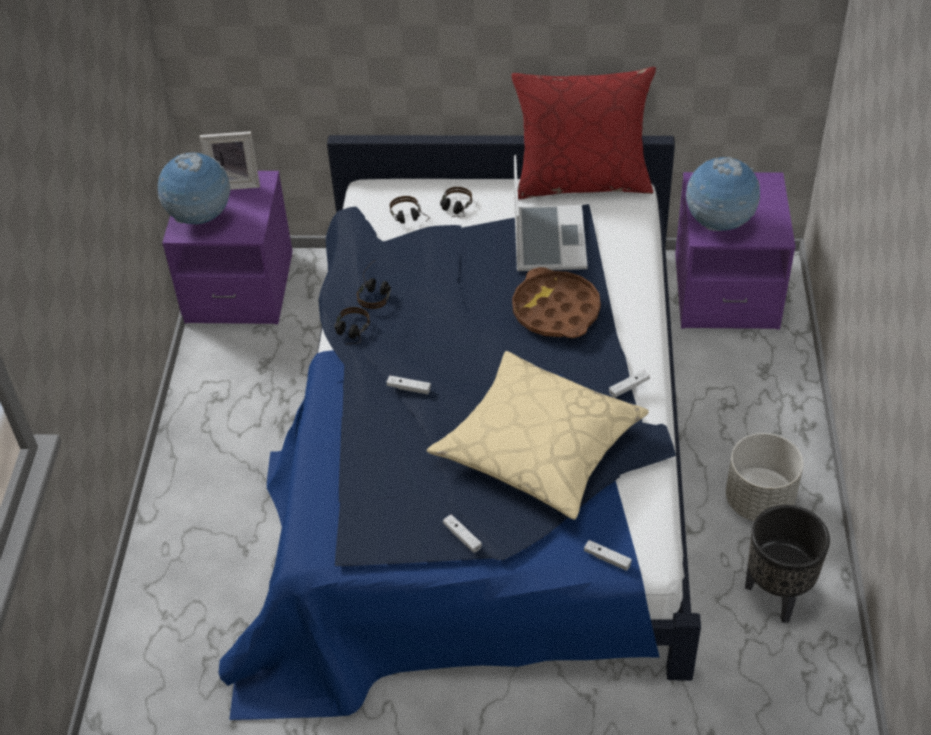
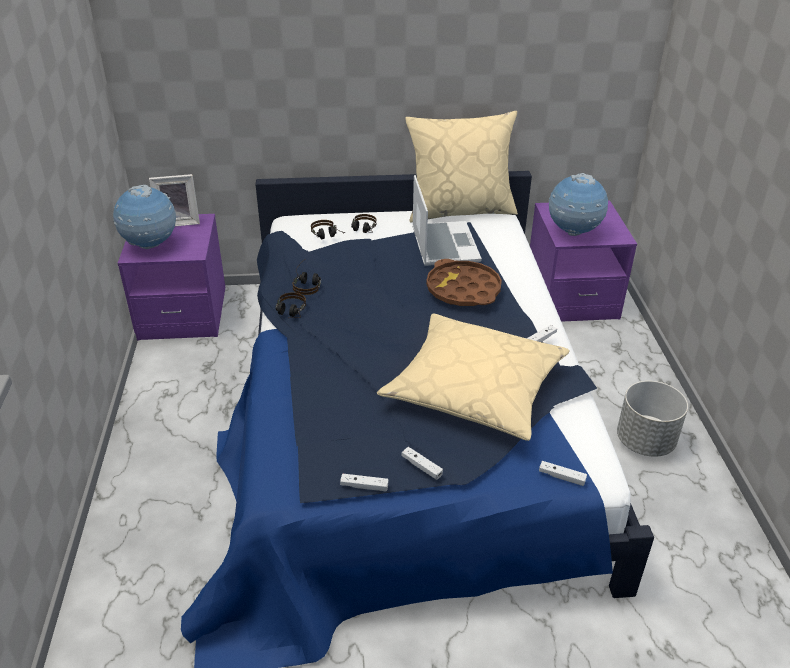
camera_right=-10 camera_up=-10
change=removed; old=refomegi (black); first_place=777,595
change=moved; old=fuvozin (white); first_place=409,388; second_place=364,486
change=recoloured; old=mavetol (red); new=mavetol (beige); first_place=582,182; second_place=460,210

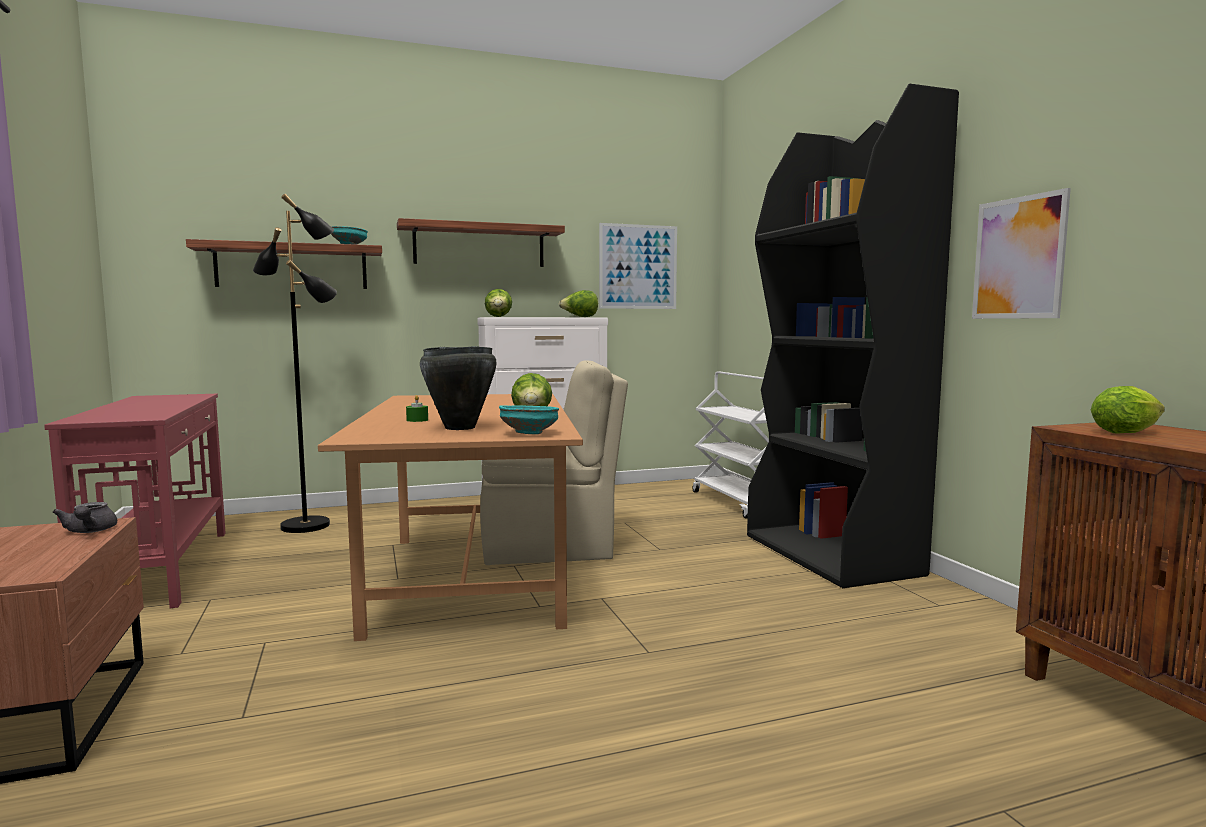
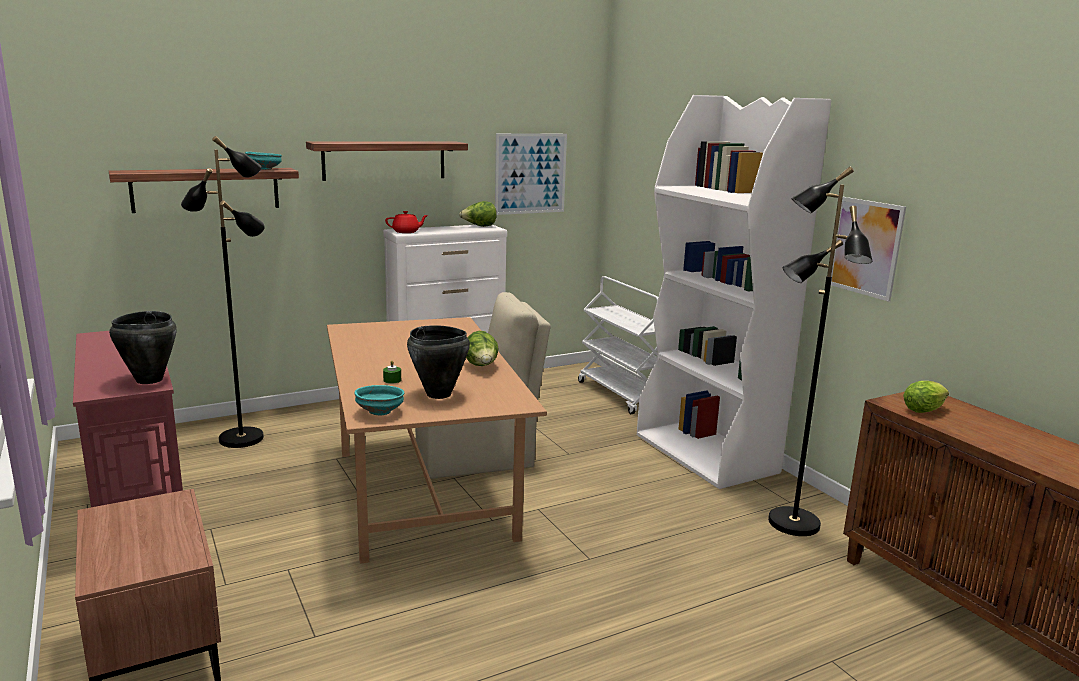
camera_right=-10 camera_up=10
change=removed; old=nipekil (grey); first_place=89,531
change=added; new=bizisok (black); second_place=148,380
change=added; new=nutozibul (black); second_place=792,523
change=moved; old=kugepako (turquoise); first_place=530,433; second_place=380,412
change=replaced; old=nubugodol; new=nipekil (red); first_place=498,316; second_place=406,232
change=recoloured; old=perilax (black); new=perilax (white); first_place=832,555; second_place=707,454

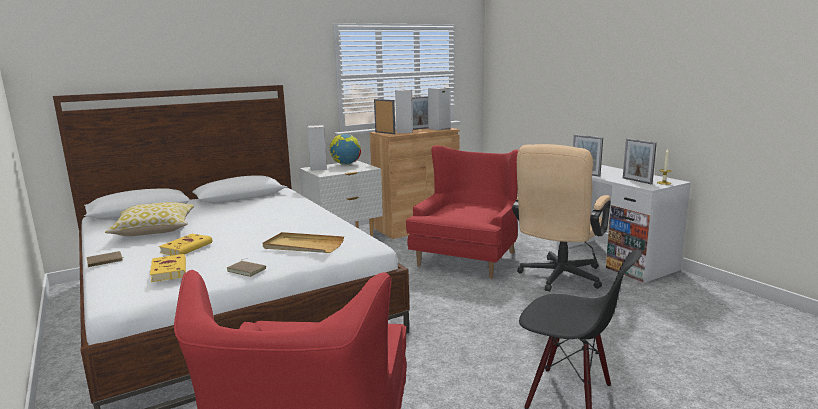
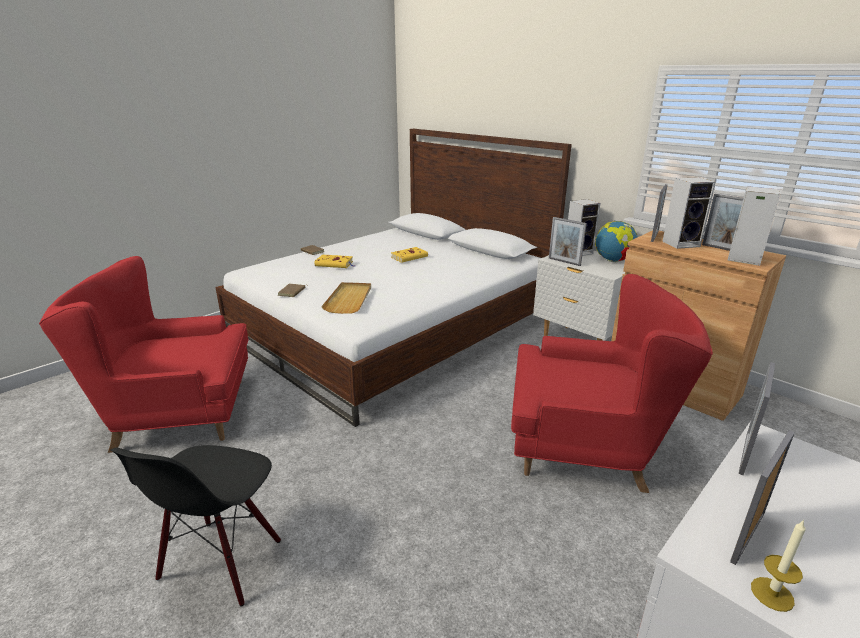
camera_right=75 camera_up=10
change=removed; old=mavetol; first_place=155,230
change=removed; old=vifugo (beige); first_place=558,278
change=added; new=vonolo; second_place=564,262
change=moved; old=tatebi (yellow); first_place=168,270; second_place=410,257

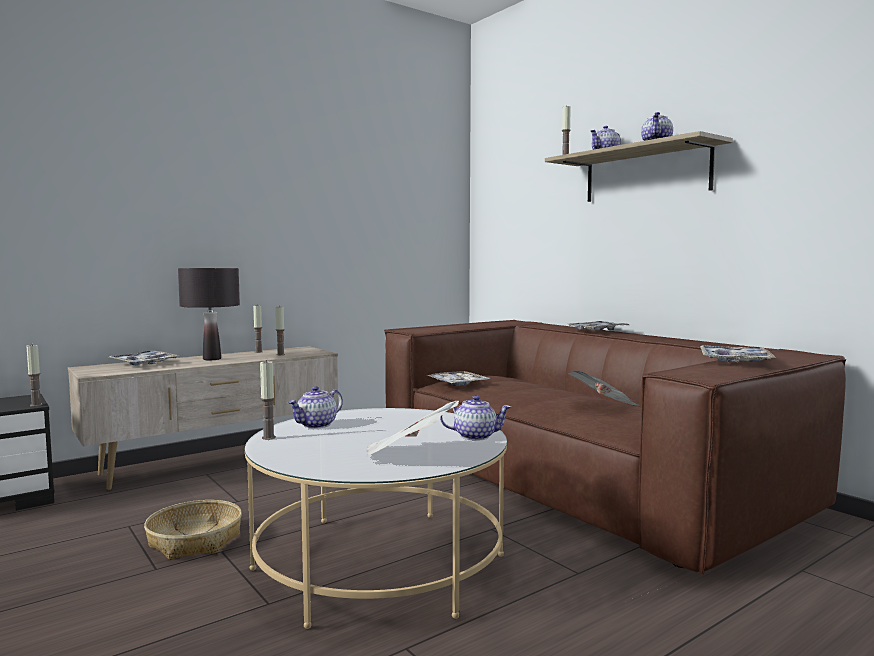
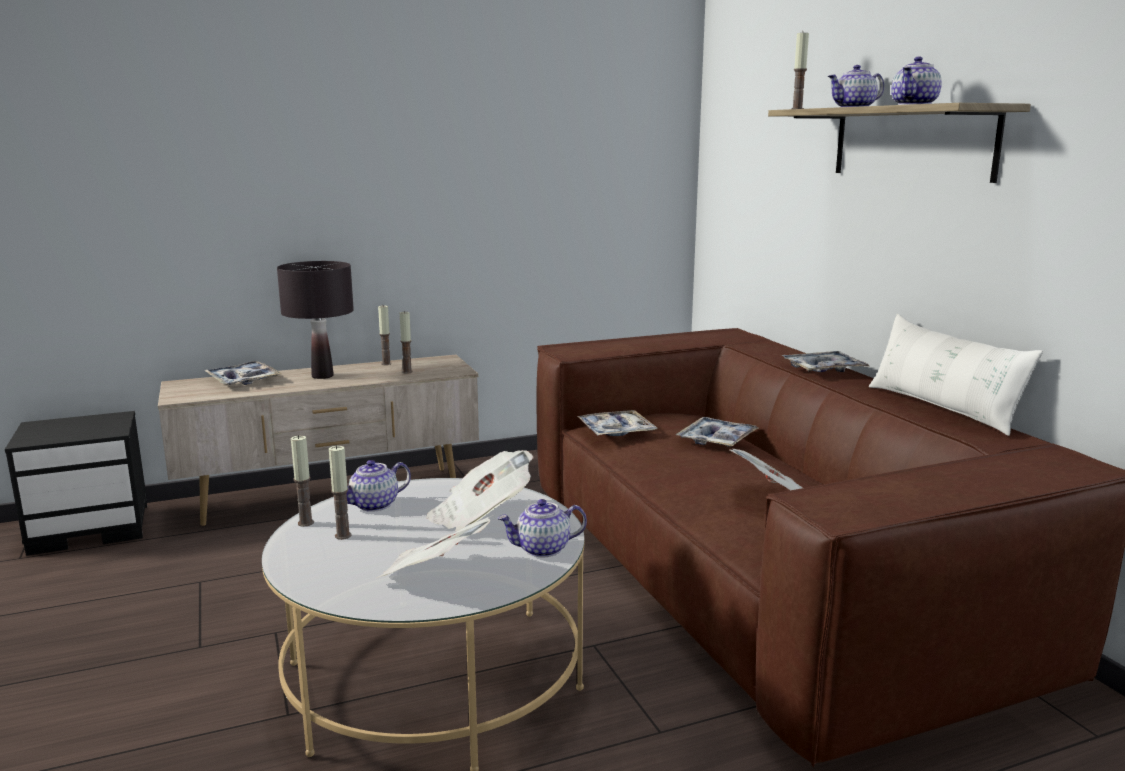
camera_right=15 camera_up=10
change=removed; old=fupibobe; first_place=195,540
change=added; new=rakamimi; second_place=480,516
change=added; new=mavetol (white); second_place=941,408
change=moved; old=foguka; first_place=36,405; second_place=343,536
change=moved; old=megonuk; first_place=734,361; second_place=717,440
change=turned; old=nipekil; first_place=475,436; second_place=542,549; degrees=150

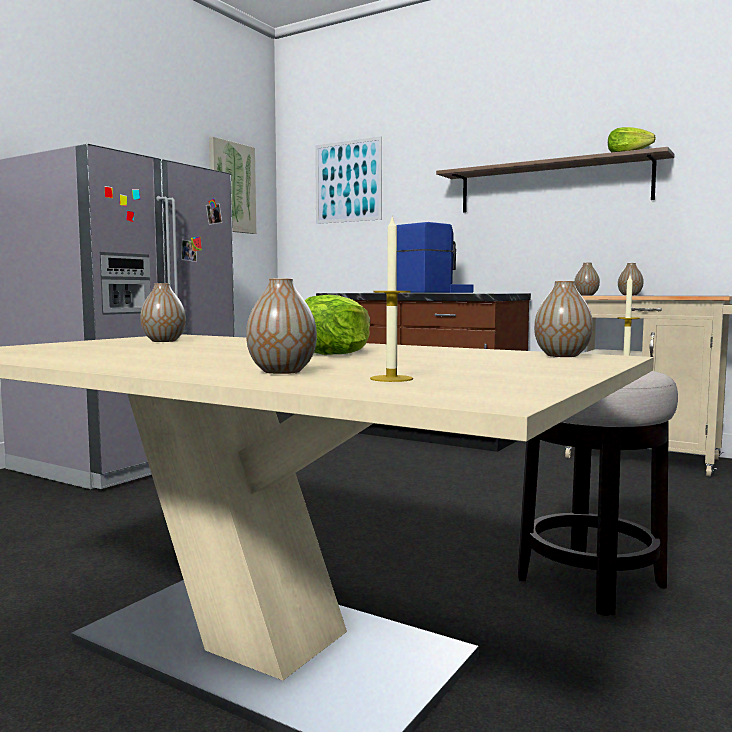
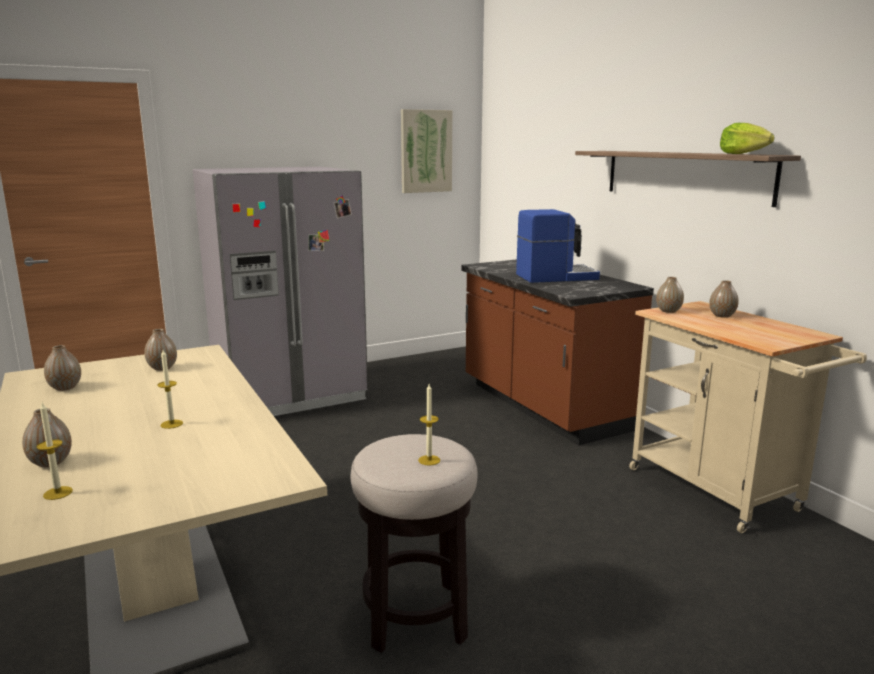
camera_right=30 camera_up=10
change=removed; old=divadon; first_place=348,181
change=moved; old=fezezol; first_place=562,356; second_place=65,388
change=replaced; old=nubugodol; new=foguka; first_place=335,353; second_place=171,424

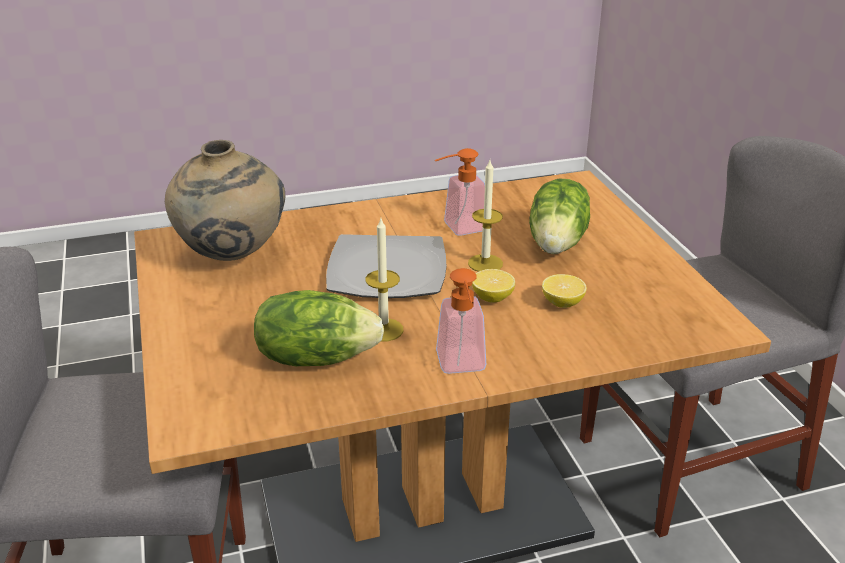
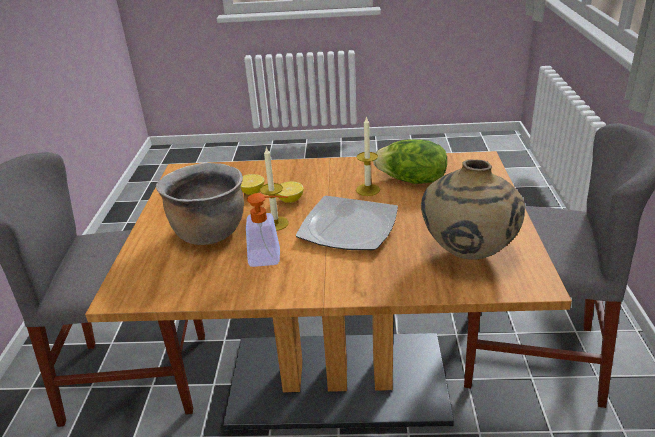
camera_right=-160 camera_up=0
change=removed; old=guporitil; first_place=462,367
change=replaced; old=nubugodol; new=bizisok (brown); first_place=558,243; second_place=209,232

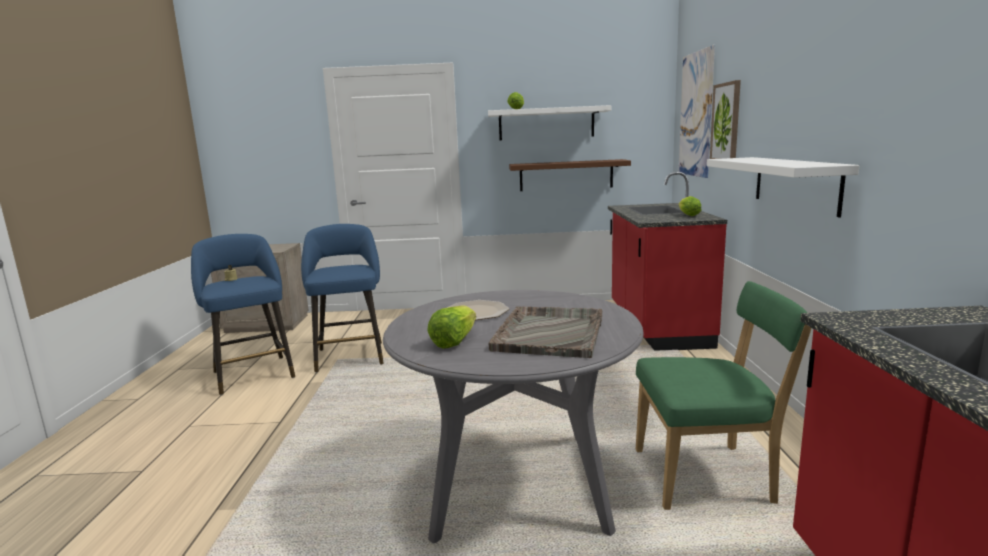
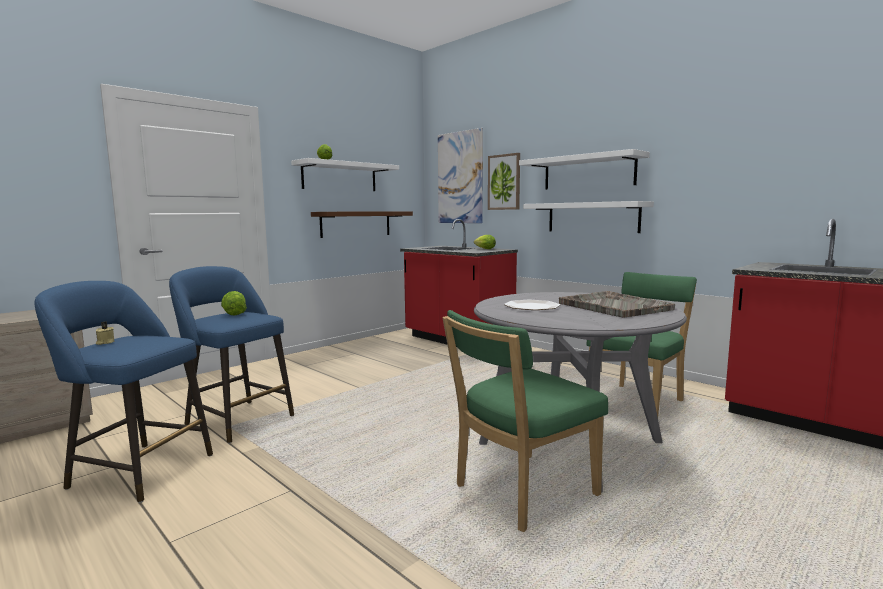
camera_right=-45 camera_up=-5
change=added; new=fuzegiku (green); second_place=520,492
change=added; new=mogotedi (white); second_place=588,172
change=moved; old=nubugodol; first_place=454,341; second_place=235,313

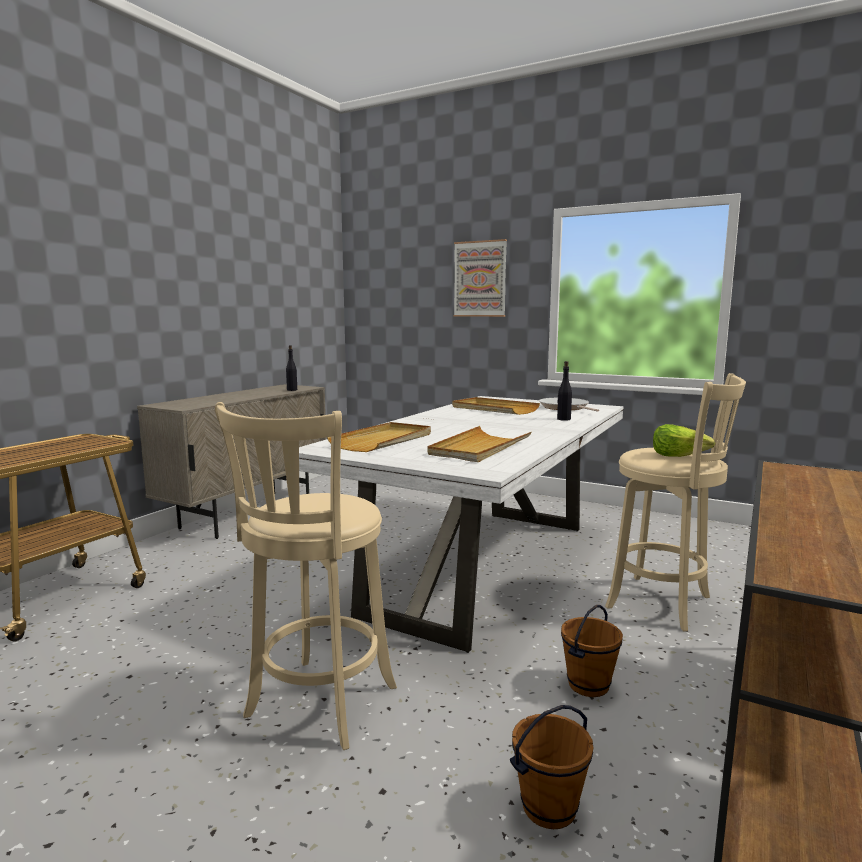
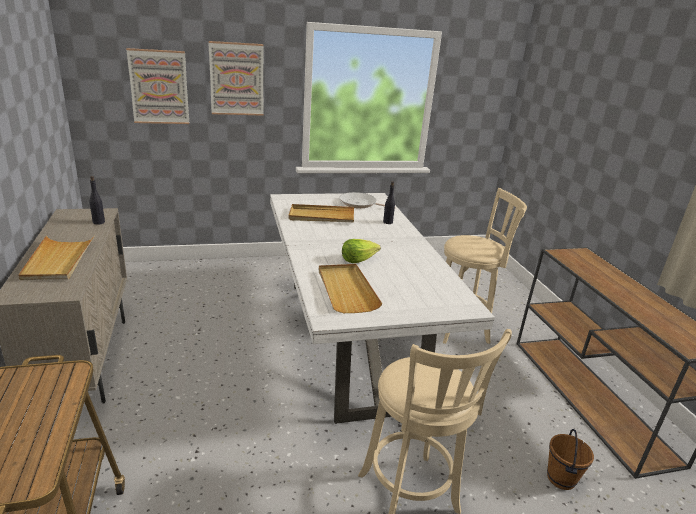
camera_right=-45 camera_up=15
change=removed; old=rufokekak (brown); first_place=589,685
change=added; new=divadon; second_place=159,87
change=moved; old=megonuk (beige); first_place=479,448; second_place=58,260
change=moved; old=nubugodol; first_place=678,456; second_place=358,259

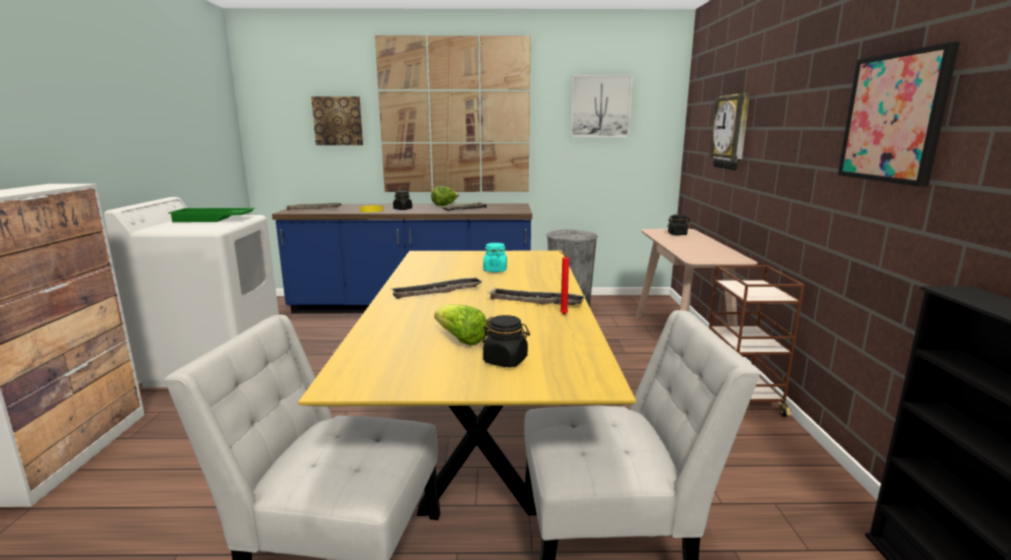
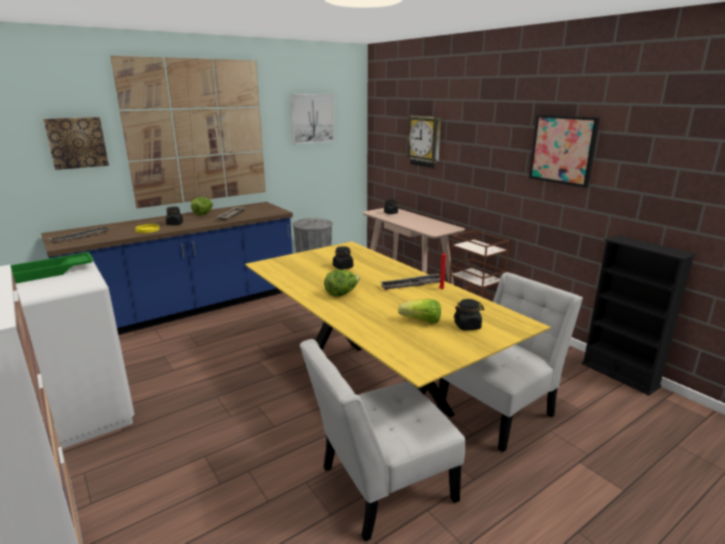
camera_right=-35 camera_up=5
change=replaced; old=megonuk; new=nubugodol; first_place=437,292; second_place=342,294
change=recoloured; old=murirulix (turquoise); new=murirulix (black); first_place=495,270; second_place=343,267

